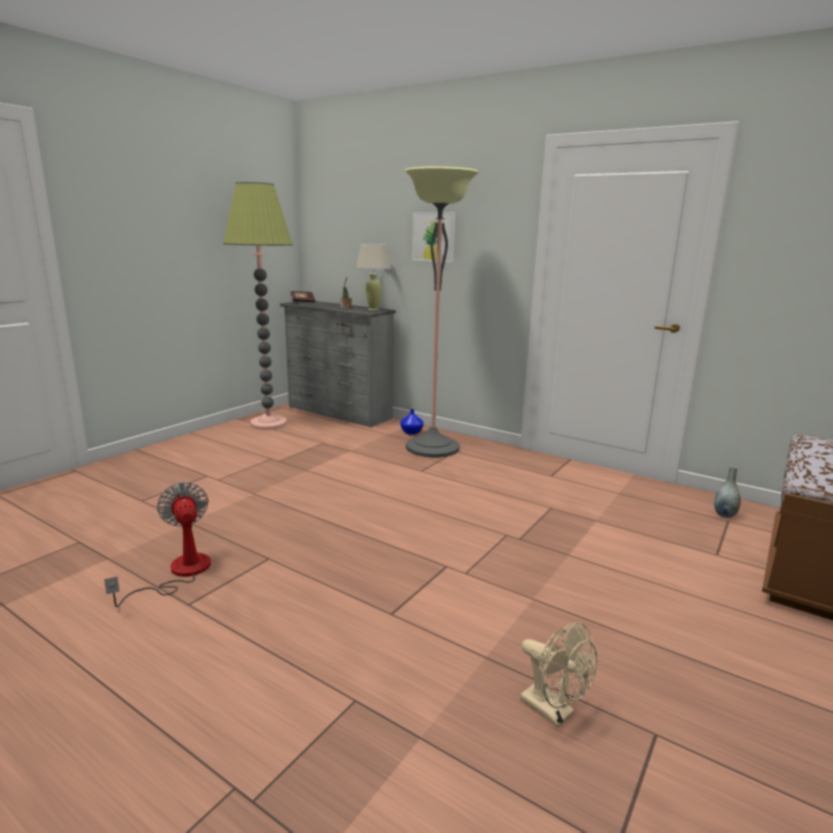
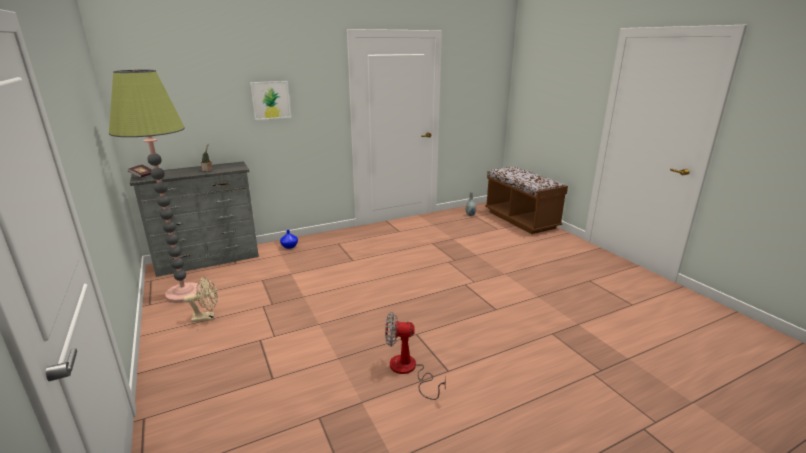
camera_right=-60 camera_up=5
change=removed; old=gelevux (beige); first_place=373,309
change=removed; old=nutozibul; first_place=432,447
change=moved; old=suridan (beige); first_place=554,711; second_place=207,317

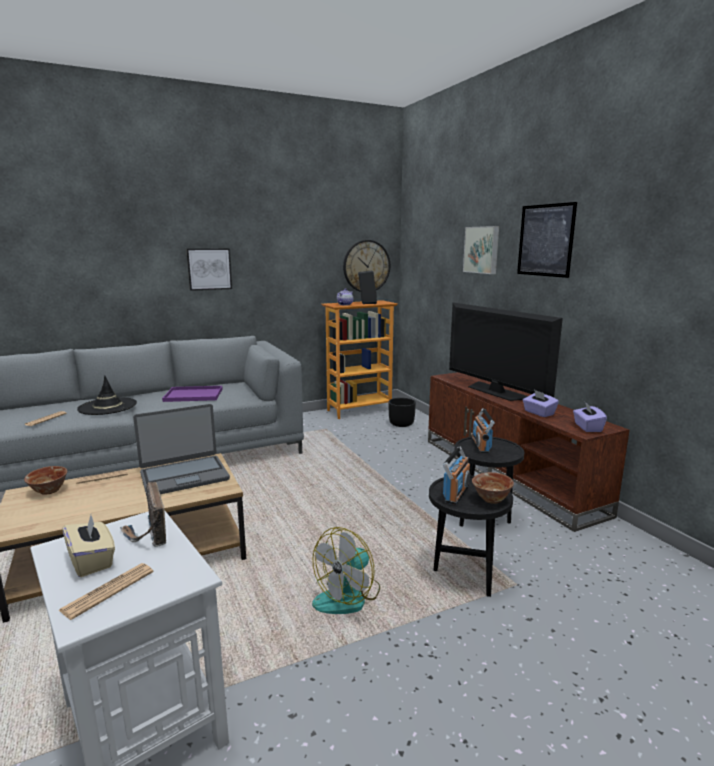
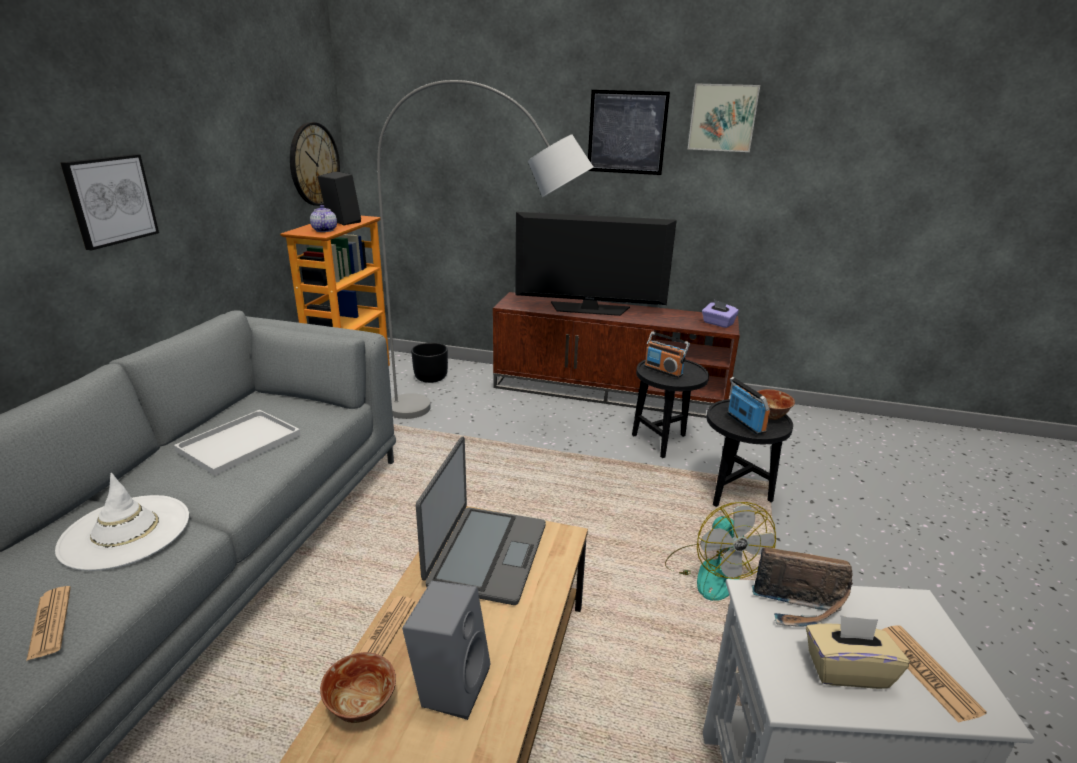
camera_right=-50 camera_up=10
change=removed; old=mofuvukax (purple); first_place=538,413
change=added; new=nutozibul (grey); second_place=486,418
change=added; new=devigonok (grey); second_place=450,684
change=moved; old=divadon; first_place=482,250; second_place=722,117
change=recoloured; old=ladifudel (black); new=ladifudel (white); first_place=107,406; second_place=125,532
change=recoloured; old=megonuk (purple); new=megonuk (white); first_place=195,395; second_place=241,441

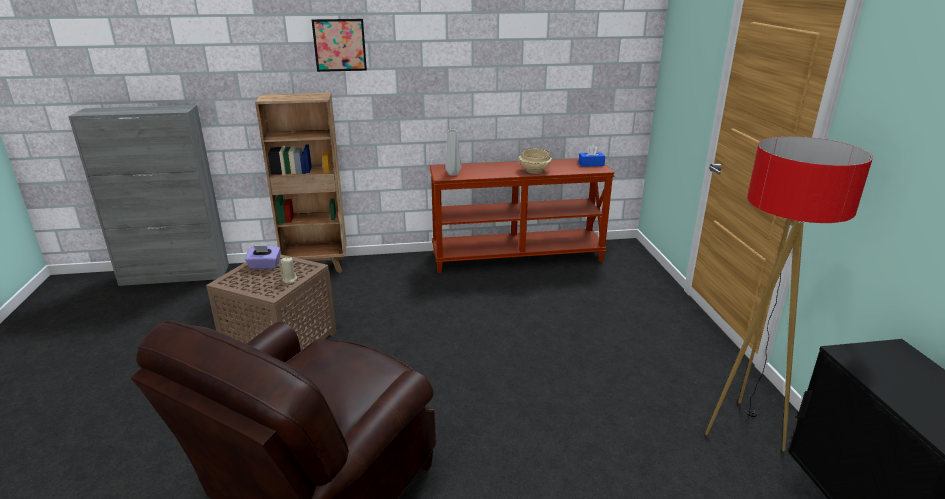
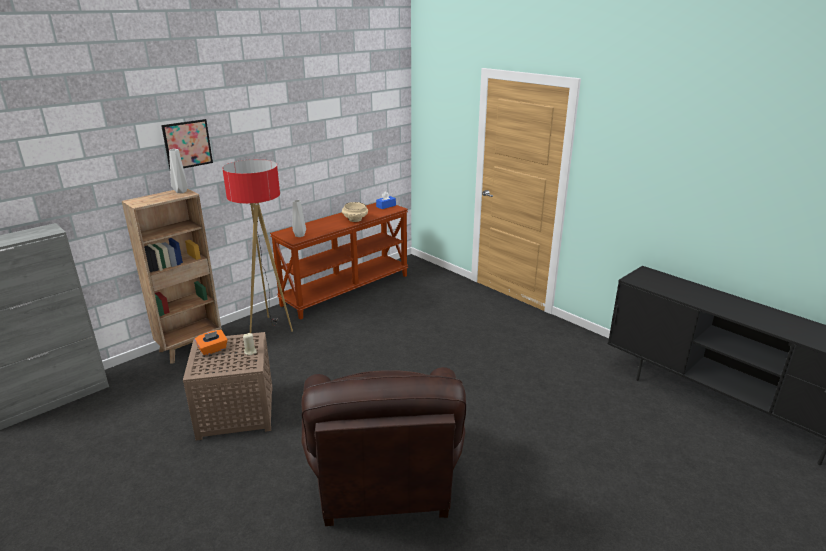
camera_right=-35 camera_up=0
change=added; new=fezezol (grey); second_place=181,192
change=moved; old=nutozibul; first_place=742,428; second_place=270,328
change=recoloured; old=mofuvukax (purple); new=mofuvukax (orange); first_place=264,266; second_place=213,349

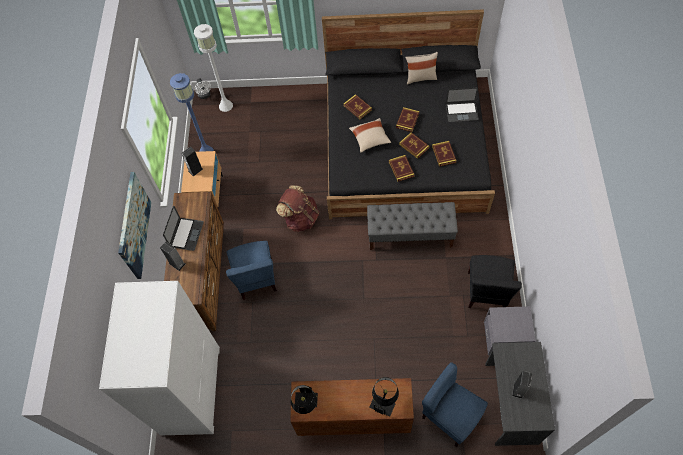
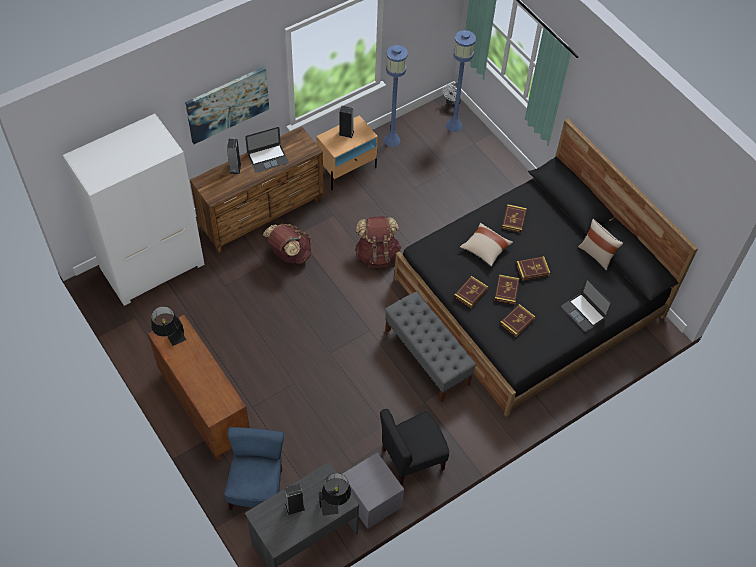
camera_right=50 camera_up=-5
change=moved; old=gelevux (black); first_place=384,400; second_place=334,502
change=replaced; old=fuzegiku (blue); new=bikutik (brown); first_place=256,278; second_place=289,254
change=recoloured; old=nutozibul (white); new=nutozibul (blue); first_place=226,105; second_place=454,125

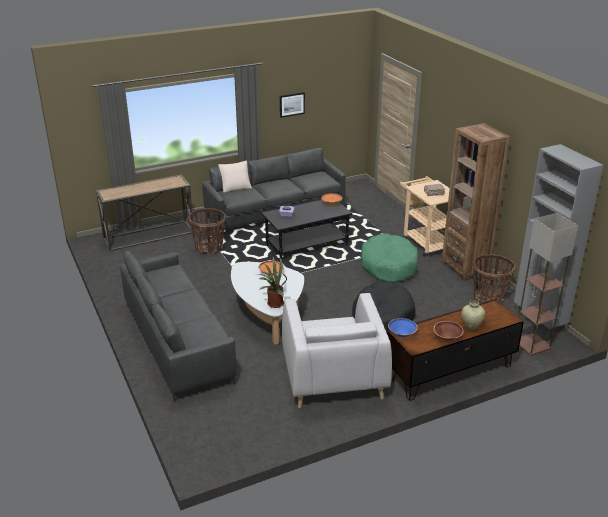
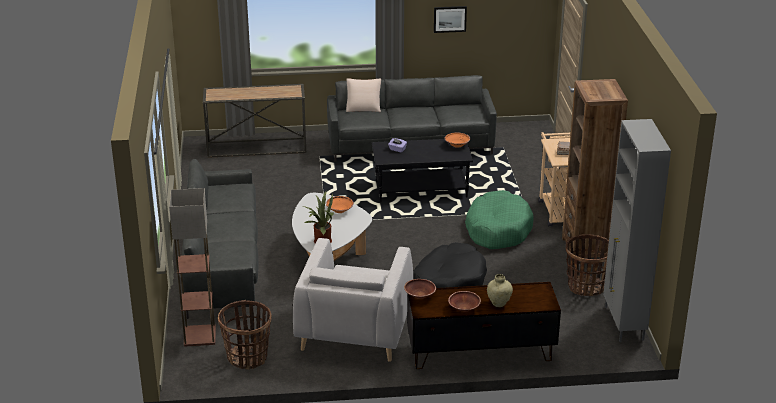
camera_right=20 camera_up=0
change=moved; old=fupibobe; first_place=209,247; second_place=247,357
change=moved; old=nutozibul; first_place=531,344; second_place=199,335
change=recoloured; old=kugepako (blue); new=kugepako (brown); first_place=402,333; second_place=419,295

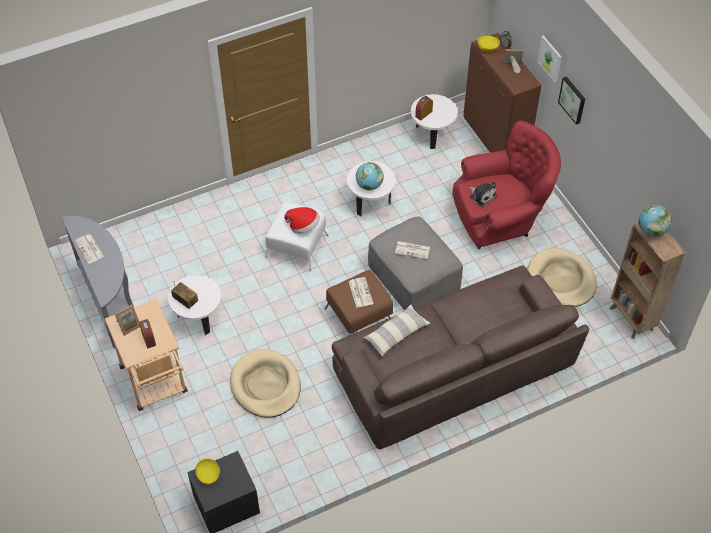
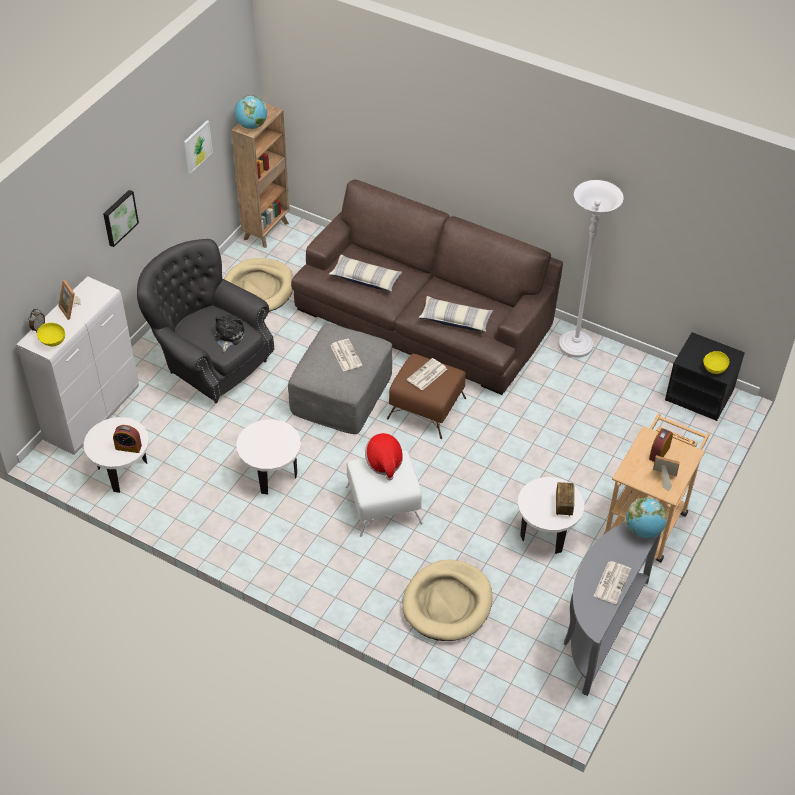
camera_right=-125 camera_up=-5
change=added; new=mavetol; second_place=365,279
change=added; new=nutozibul (white); second_place=575,346
change=moved; old=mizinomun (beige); first_place=265,385; second_place=447,603
change=moved; old=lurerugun; first_place=369,185; second_place=643,530
change=moved; old=divadon; first_place=550,58; second_place=197,146
change=recoloured; old=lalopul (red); new=lalopul (grey); first_place=500,218; second_place=211,362
change=recoloured; old=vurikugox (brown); new=vurikugox (white); first_place=495,140; second_place=93,414

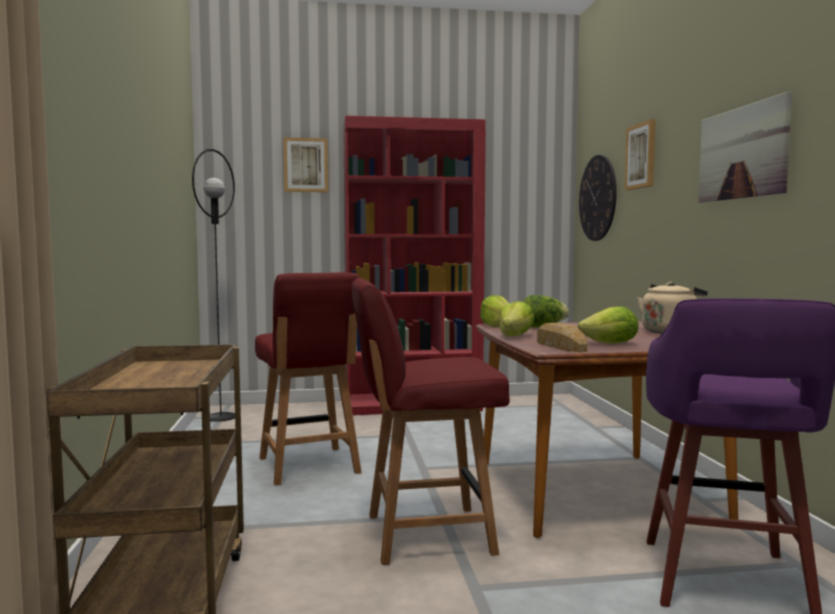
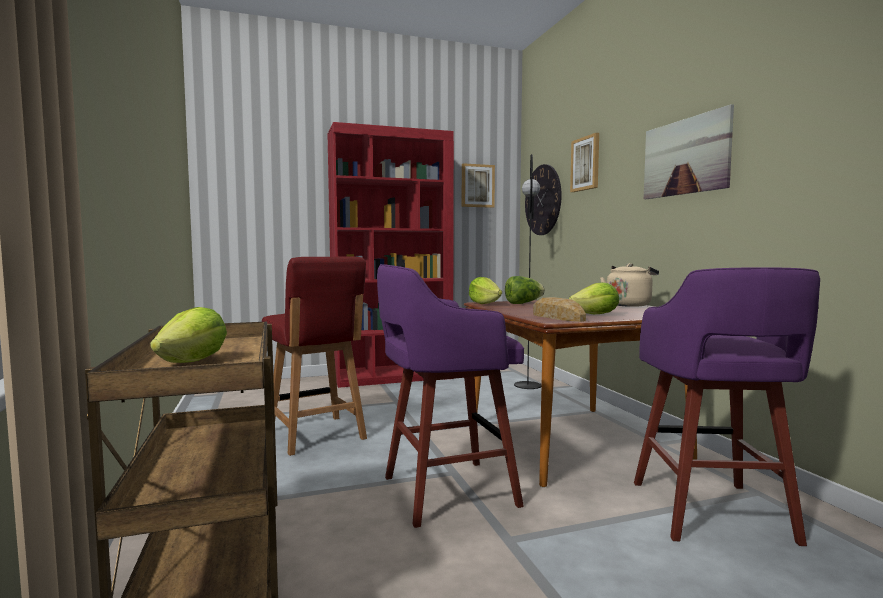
camera_right=-10 camera_up=0
change=moved; old=nutozibul (black); first_place=220,417; second_place=527,385
change=moved; old=divadon; first_place=306,165; second_place=477,186
change=moved; old=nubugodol; first_place=515,336; second_place=193,362
change=replaced; old=fuzegiku (red); new=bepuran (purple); first_place=425,534; second_place=444,492

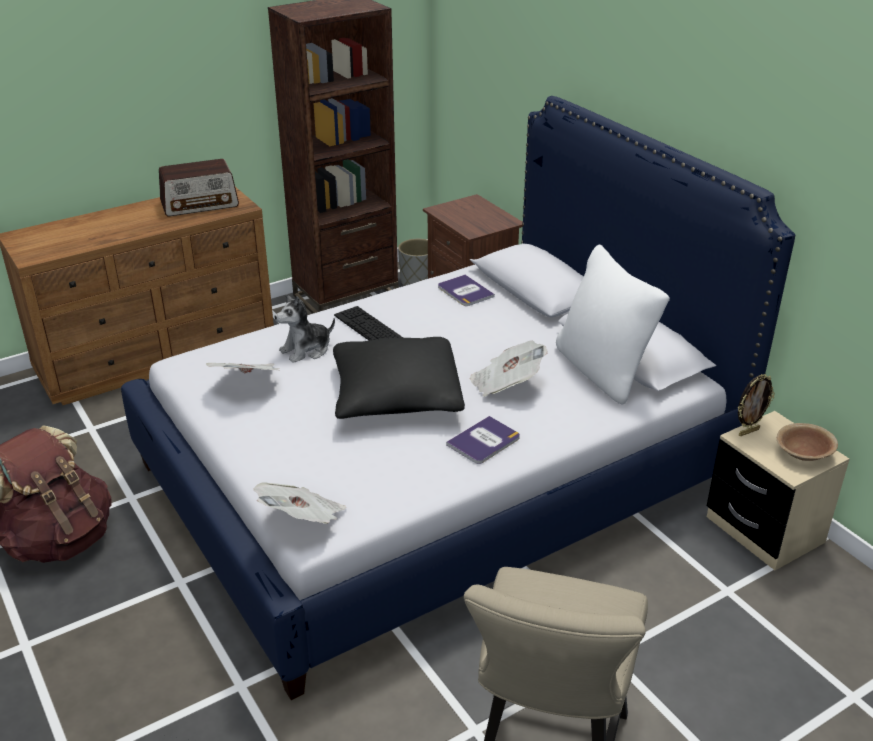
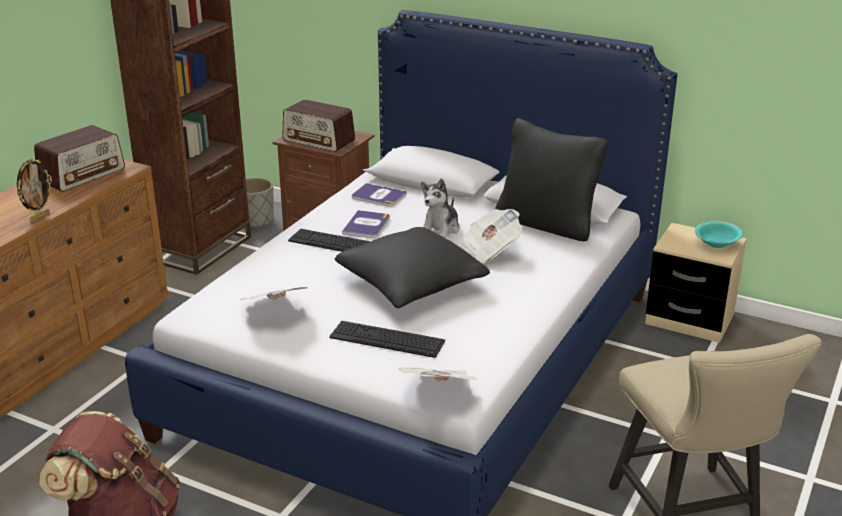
camera_right=-30 camera_up=-5
change=added; new=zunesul; second_place=319,140
change=added; new=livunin; second_place=387,339
change=moved; old=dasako; first_place=306,350; second_place=440,229
change=moved; old=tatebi; first_place=484,441; second_place=366,225
change=moved; old=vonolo; first_place=748,432; second_place=39,217
change=recoloured; old=mavetol (white); new=mavetol (black); first_place=603,371; second_place=547,223
change=recoloured; old=kugepako (brown); new=kugepako (turquoise); first_place=803,453; second_place=716,243

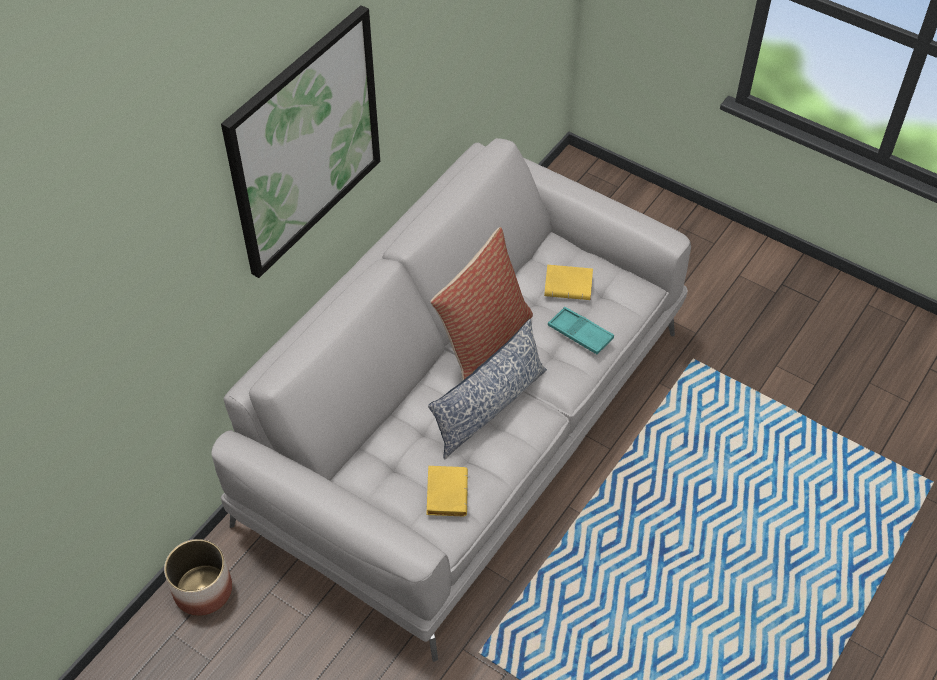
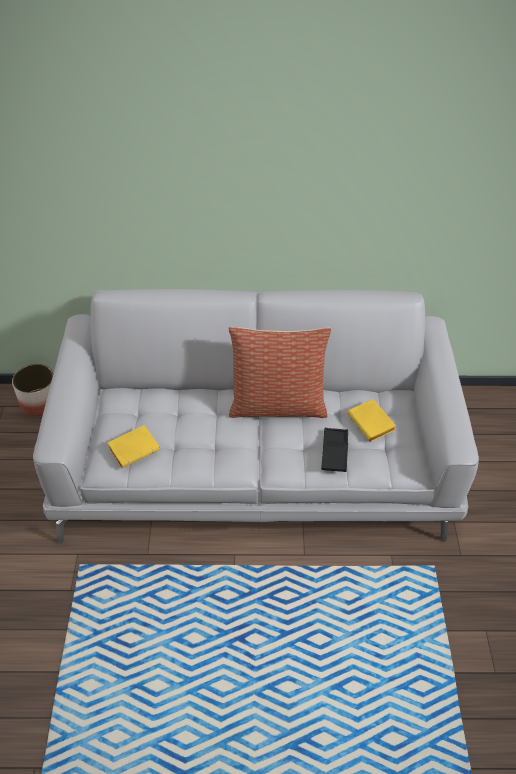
camera_right=55 camera_up=-5
change=removed; old=divadon; first_place=304,142
change=removed; old=mavetol; first_place=489,407
change=recoloured; old=megonuk (turquoise); new=megonuk (black); first_place=580,334; second_place=334,452

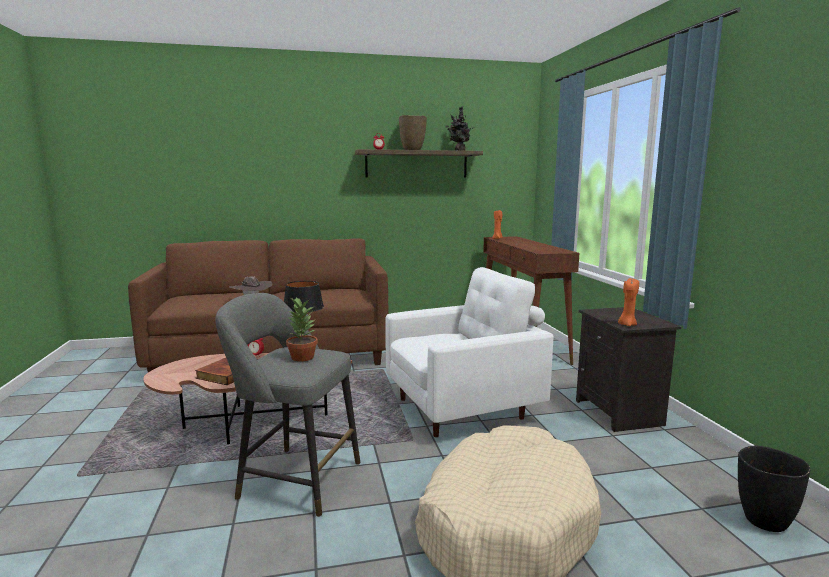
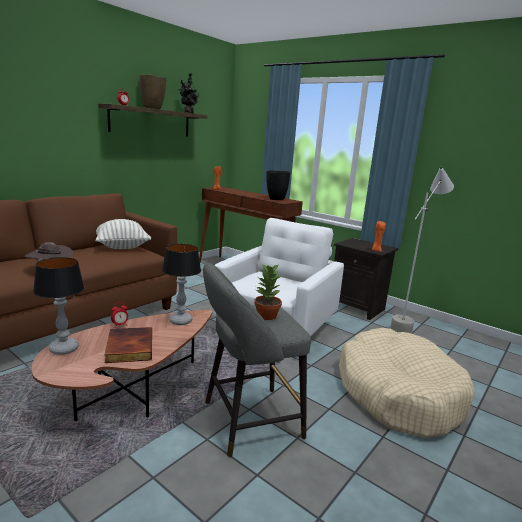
camera_right=-40 camera_up=5
change=added; new=gelevux; second_place=63,349
change=added; new=mavetol; second_place=121,247
change=added; new=nutozibul (grey); second_place=407,326
change=moved; old=fezezol (black); first_place=763,521; second_place=276,199

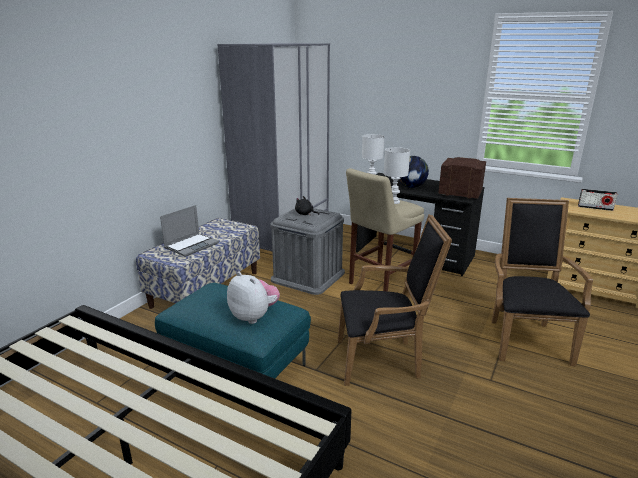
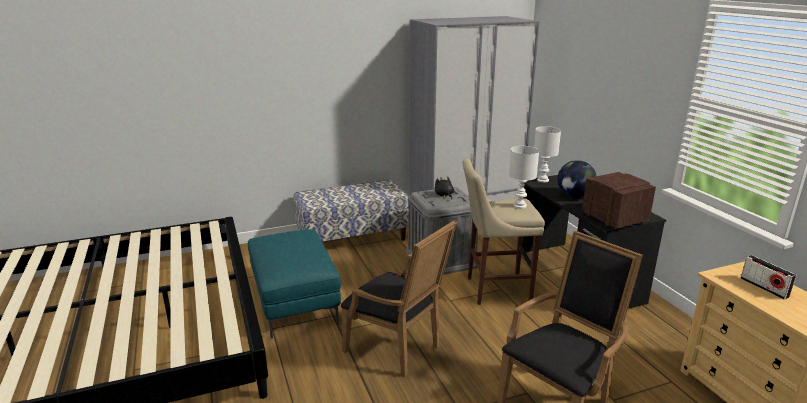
camera_right=40 camera_up=0
change=removed; old=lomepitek; first_place=192,245
change=removed; old=dasako; first_place=254,316

